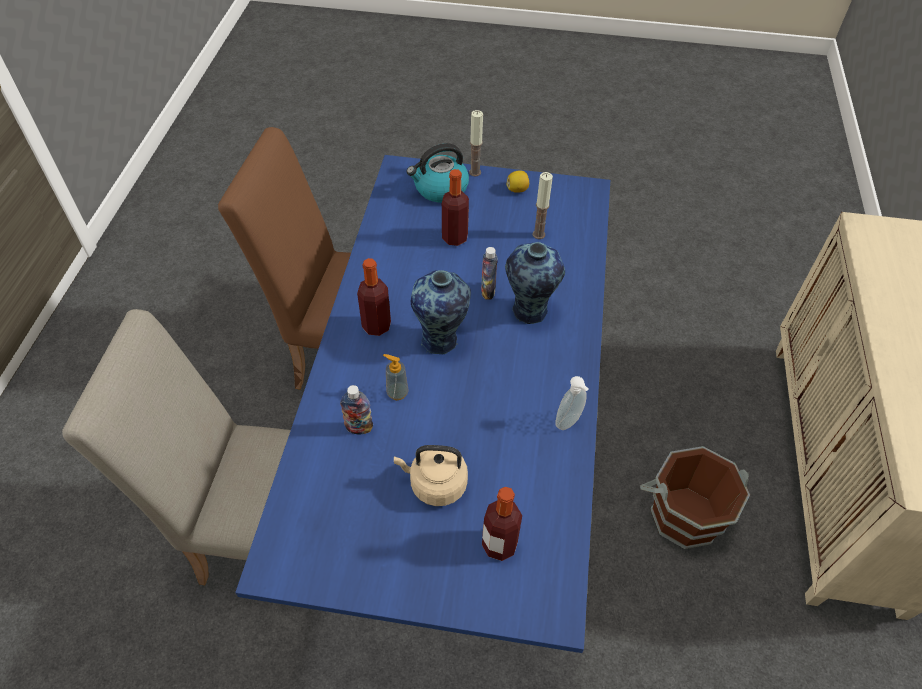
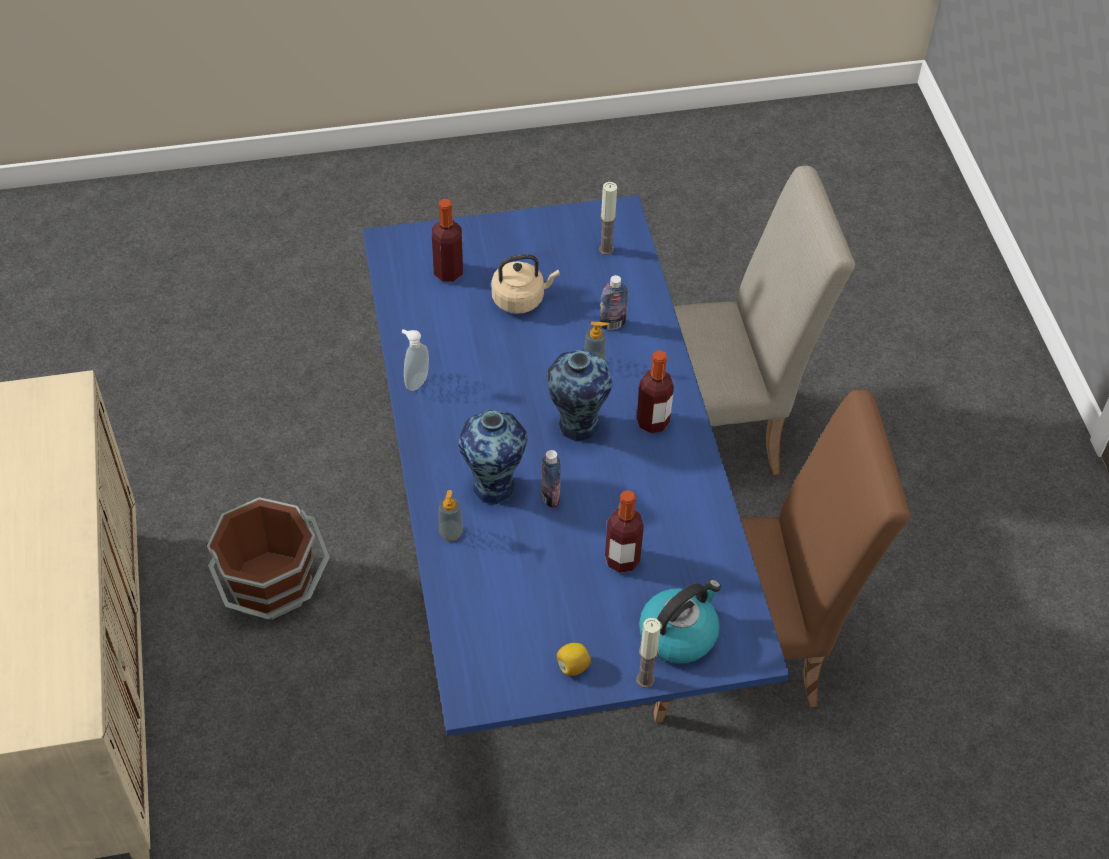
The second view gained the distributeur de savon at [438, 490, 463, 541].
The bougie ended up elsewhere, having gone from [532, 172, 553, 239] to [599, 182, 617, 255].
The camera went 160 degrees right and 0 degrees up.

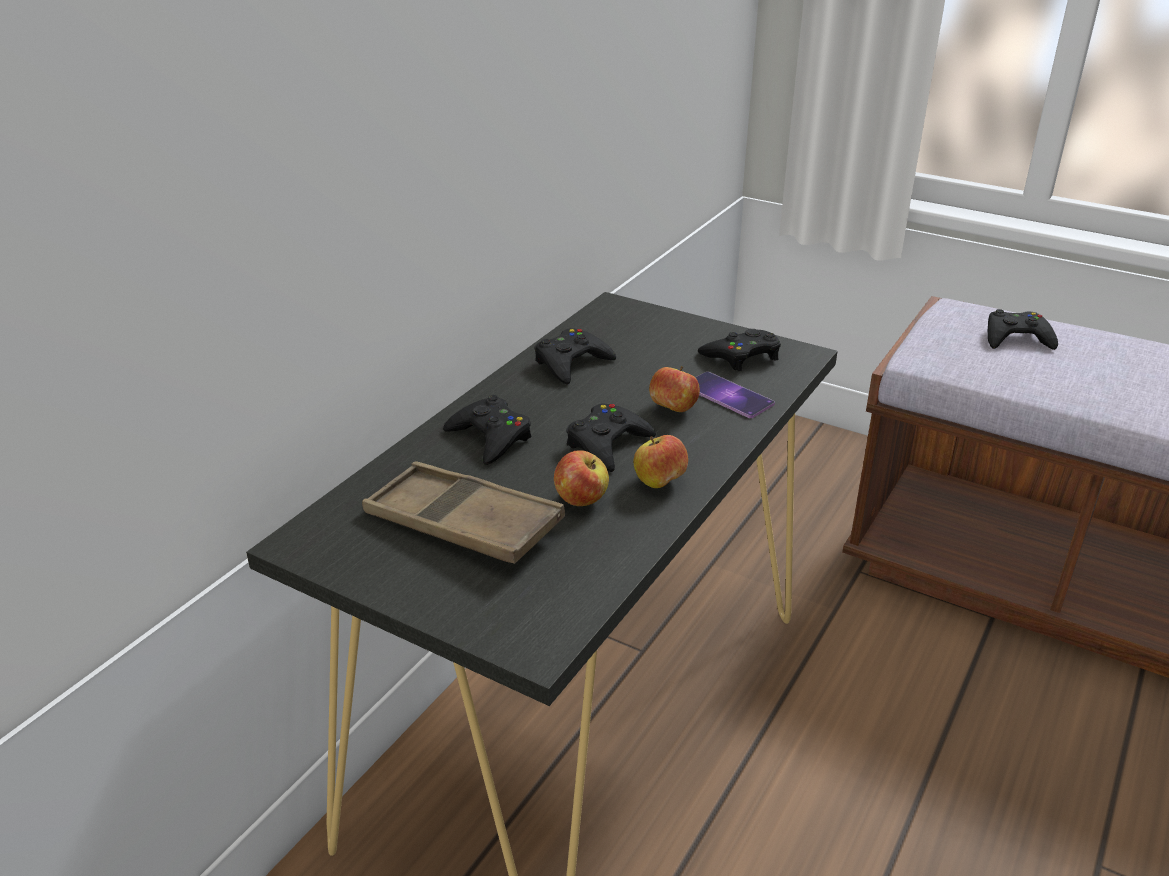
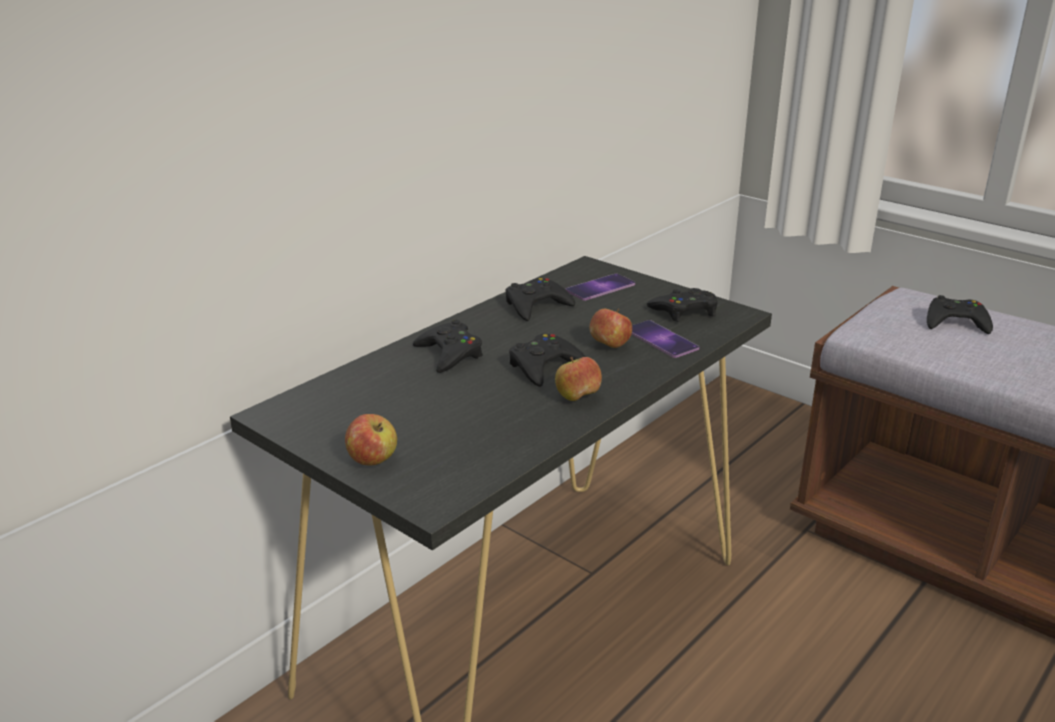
The pomme ended up elsewhere, having gone from [554, 450, 609, 506] to [345, 414, 397, 466].
The second view gained the téléphone at [566, 273, 635, 301].
The second view lost the plateau (marron) at [362, 461, 565, 564].
The camera went 10 degrees right and 5 degrees down.

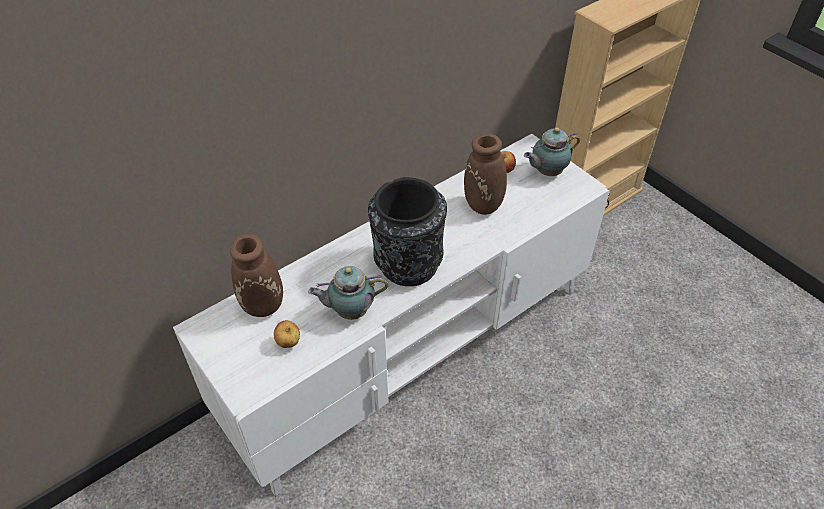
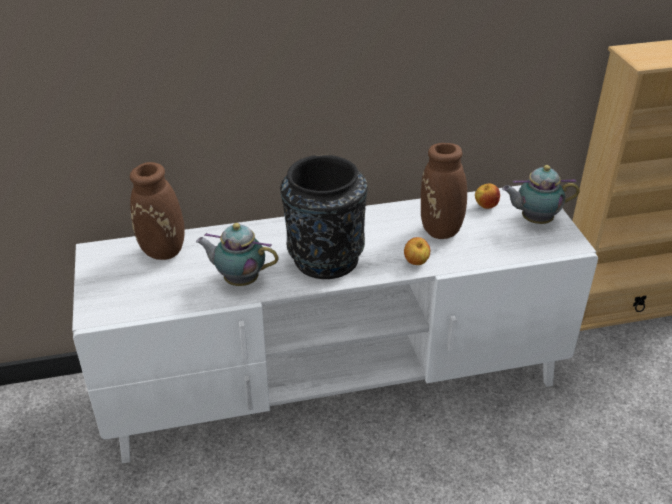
The pomme ended up elsewhere, having gone from [274, 320, 300, 348] to [404, 237, 430, 265].
The camera went 25 degrees right and 10 degrees down.

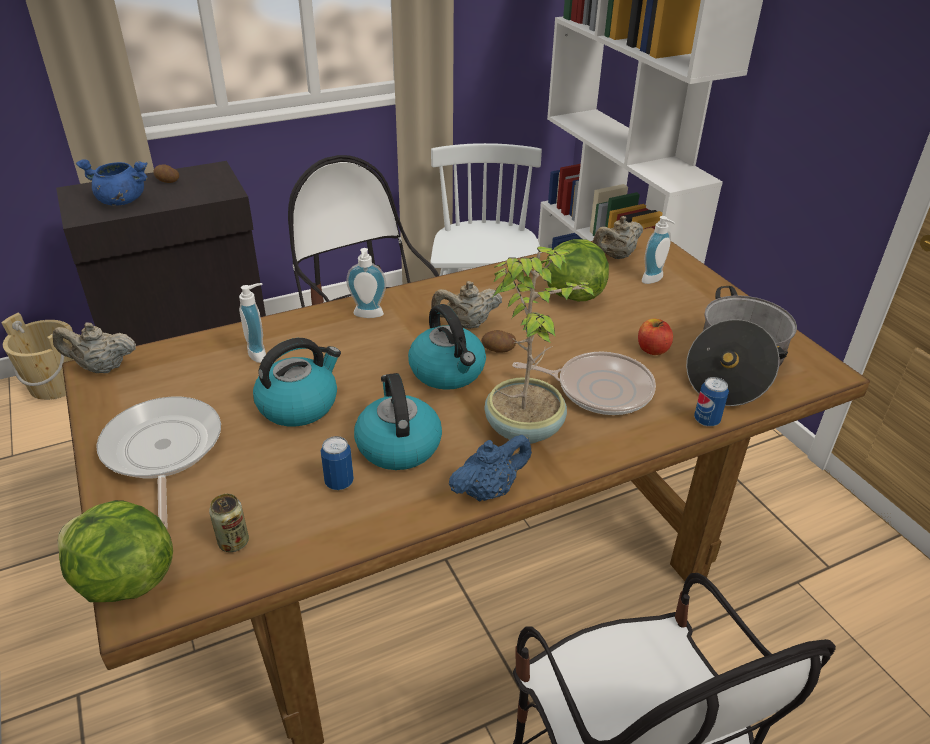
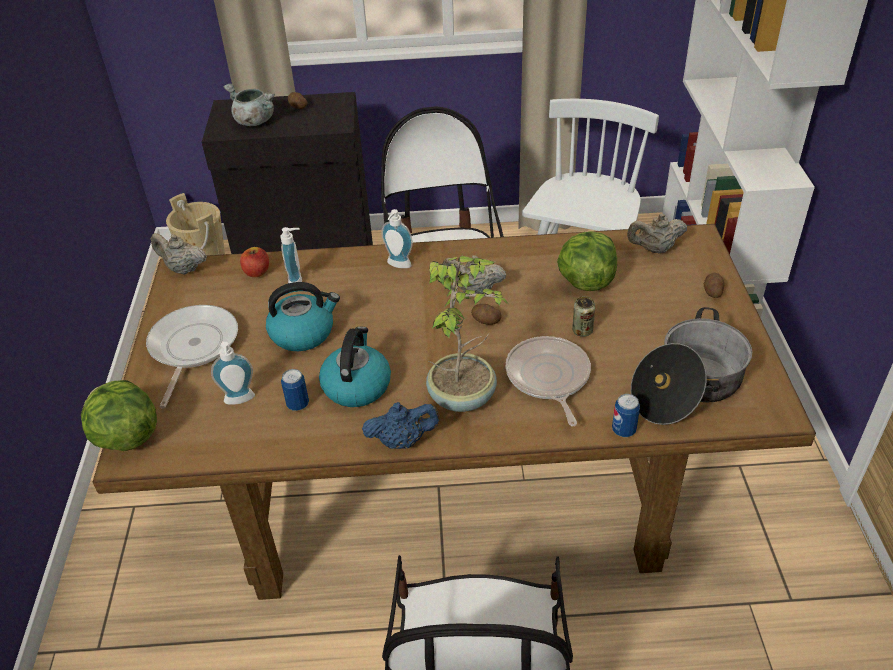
The distributeur de savon ended up elsewhere, having gone from [642, 216, 675, 284] to [211, 342, 255, 405].
What was the marmite (bleu) at [76, 159, 148, 206] turned into the marmite (gris) at [224, 83, 275, 126].
The pomme ended up elsewhere, having gone from [638, 319, 673, 355] to [240, 247, 269, 277].
The poêle at [512, 352, 656, 415] ended up facing another way, 135 degrees counterclockwise from before.
The boîte métallique ended up elsewhere, having gone from [209, 494, 249, 552] to [572, 296, 595, 337].
The second view gained the pomme de terre at [704, 273, 725, 298].
The second view lost the bouilloire at [408, 304, 486, 390].
The camera went 25 degrees right and 5 degrees up.

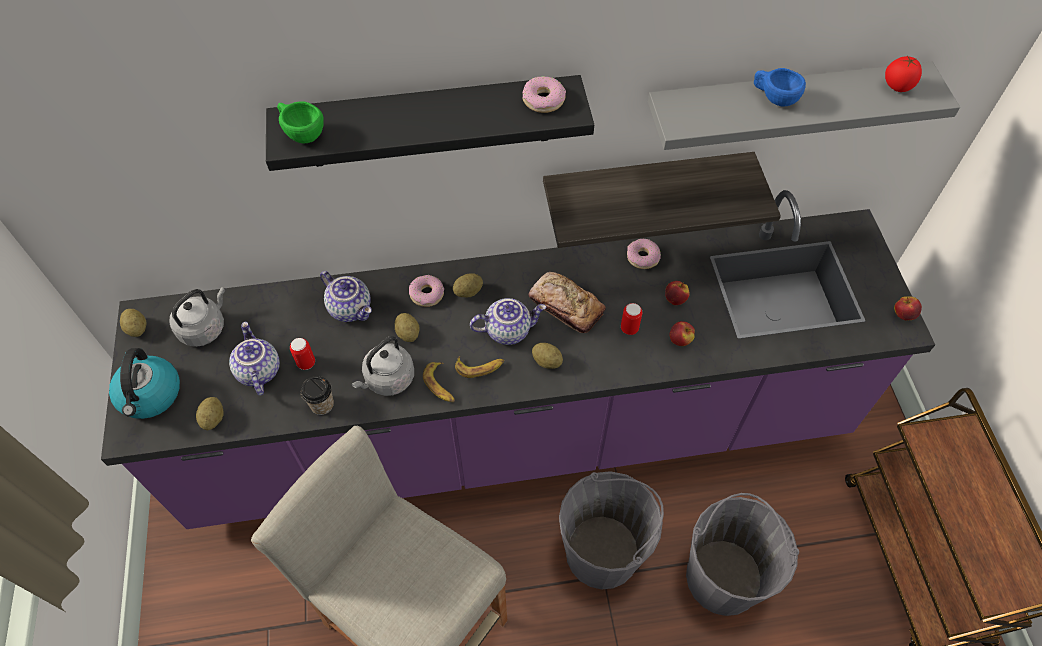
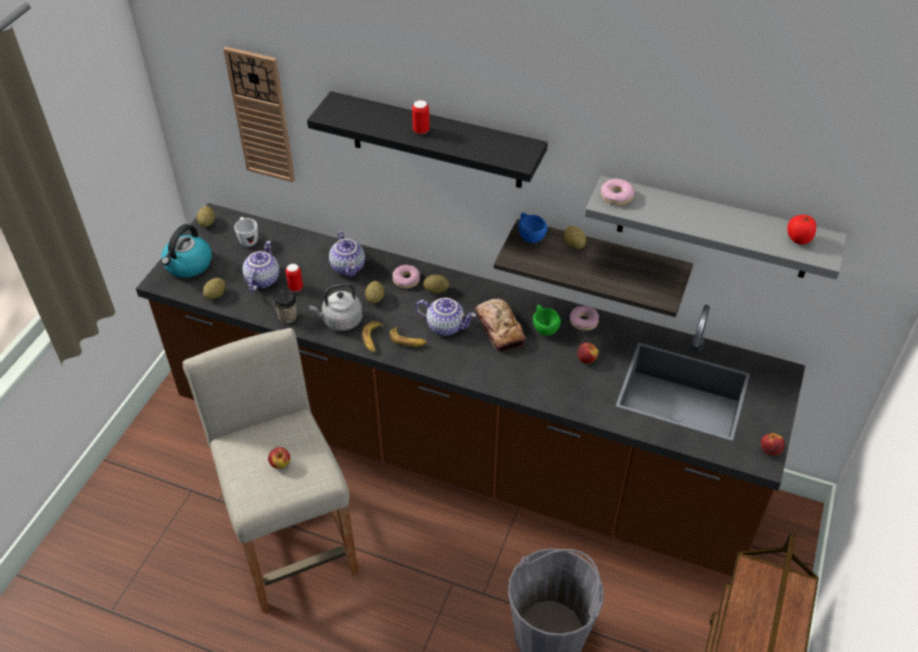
What was the comptoir de cuisine (violet) at [101, 190, 935, 529] turned into the comptoir de cuisine (marron) at [136, 203, 805, 576].
The second view gained the horloge murale at [223, 47, 295, 182].
Where the bouilloire (gris) stood at [169, 287, 225, 347], the mug (blanc) came to stand at [234, 217, 258, 247].
The pomme ended up elsewhere, having gone from [669, 321, 695, 346] to [268, 447, 290, 469].
The boîte métallique ended up elsewhere, having gone from [621, 303, 642, 335] to [412, 100, 430, 134].
The tasse (bleu) ended up elsewhere, having gone from [754, 68, 806, 107] to [518, 212, 548, 243].
The tasse (vert) ended up elsewhere, having gone from [277, 101, 324, 143] to [533, 304, 561, 336].
The pomme de terre ended up elsewhere, having gone from [532, 343, 563, 369] to [564, 226, 586, 249].
The beignet ended up elsewhere, having gone from [523, 76, 566, 113] to [601, 179, 634, 205].
The second view lost the seau (gris) at [559, 471, 664, 589].
The camera went 30 degrees right and 10 degrees down.

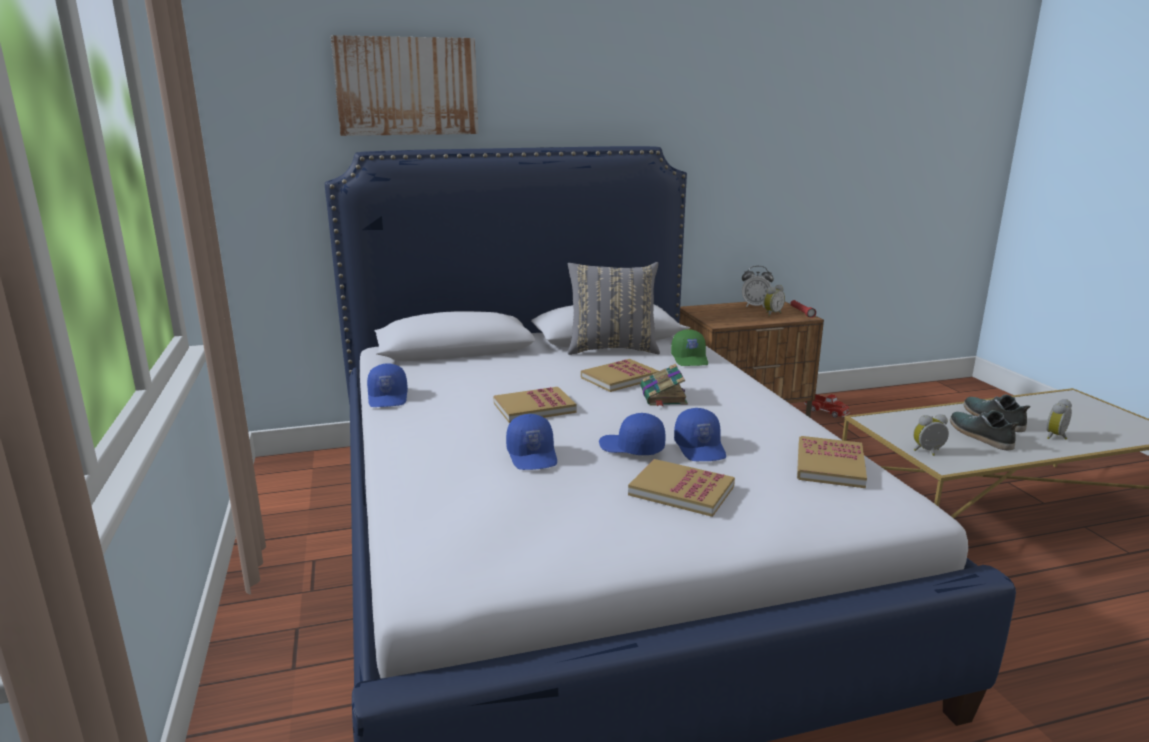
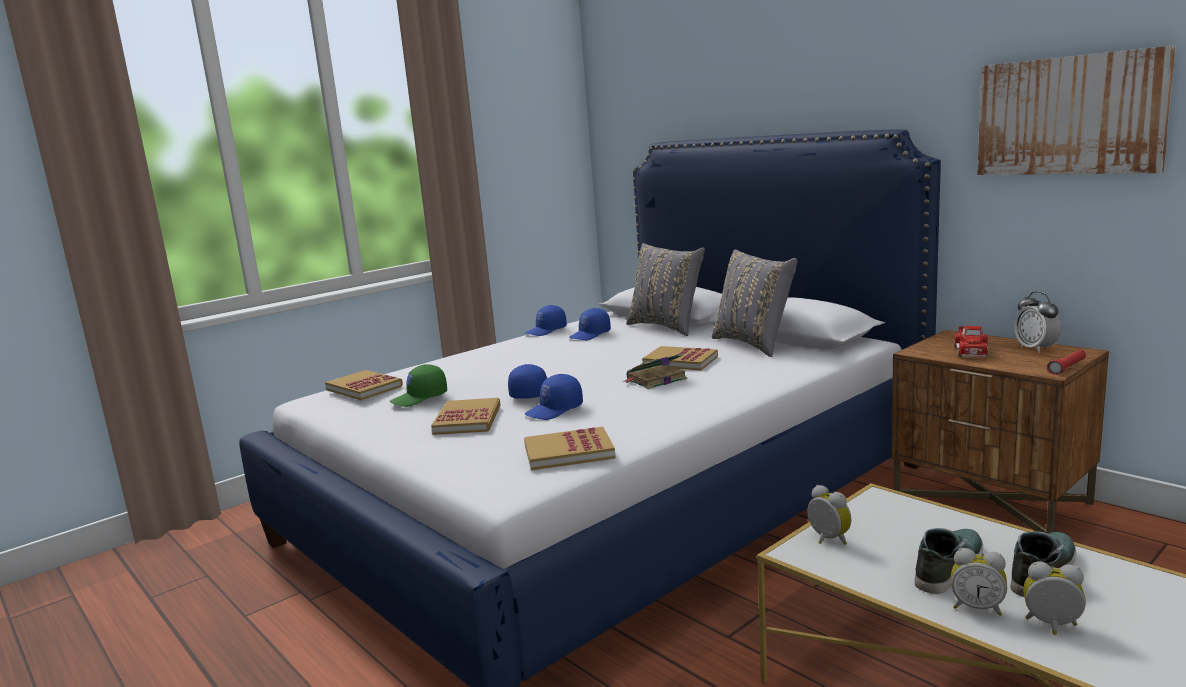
The livre ended up elsewhere, having gone from [493, 387, 576, 423] to [325, 370, 403, 400].
The casquette (vert) ended up elsewhere, having gone from [671, 329, 708, 366] to [390, 364, 447, 407].
The casquette (bleu) ended up elsewhere, having gone from [506, 414, 557, 470] to [569, 308, 611, 340].
The second view gained the coussin (gris) at [626, 243, 705, 336].
The réveil ended up elsewhere, having gone from [764, 285, 785, 316] to [951, 548, 1007, 616].
The camion jouet ended up elsewhere, having gone from [804, 394, 850, 418] to [954, 326, 988, 357].
The tableau ended up elsewhere, having gone from [331, 35, 478, 136] to [977, 46, 1176, 175].
The camera went 65 degrees right and 5 degrees down.

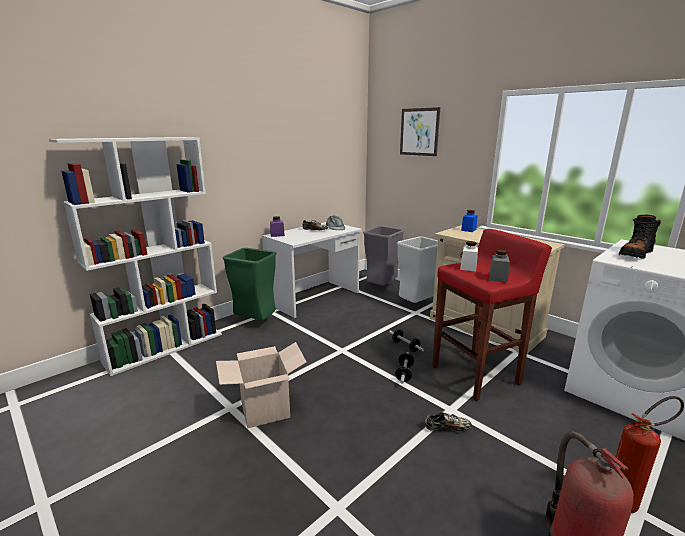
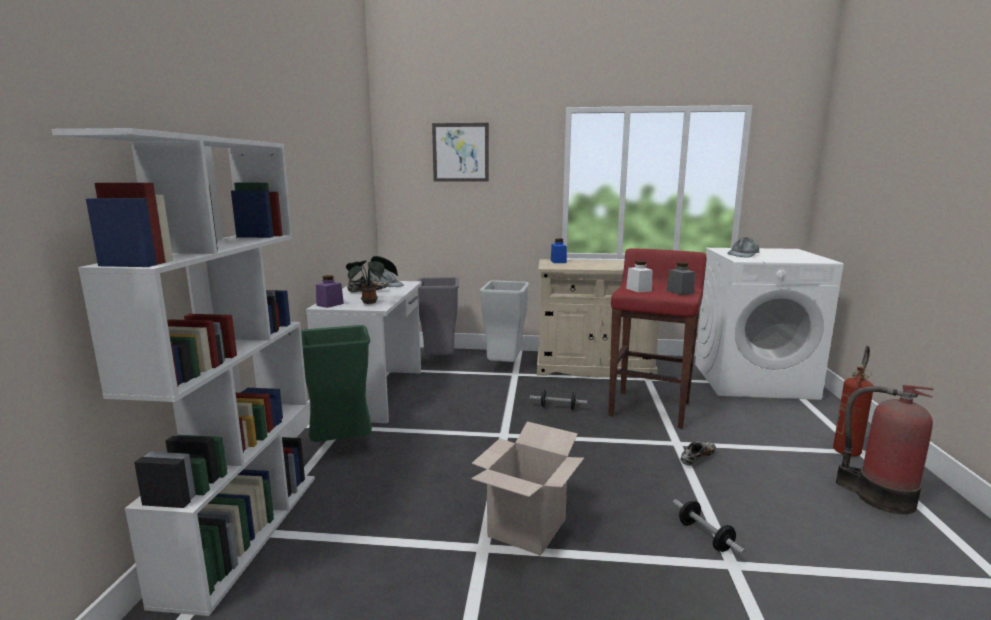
The second view gained the plante en pot at [346, 256, 399, 304].
The haltère ended up elsewhere, having gone from [395, 352, 414, 384] to [673, 499, 745, 555].
Where the botte (noir) stood at [619, 215, 661, 259], the casquette (gris) came to stand at [728, 237, 760, 258].
The camera went 40 degrees left and 5 degrees down.

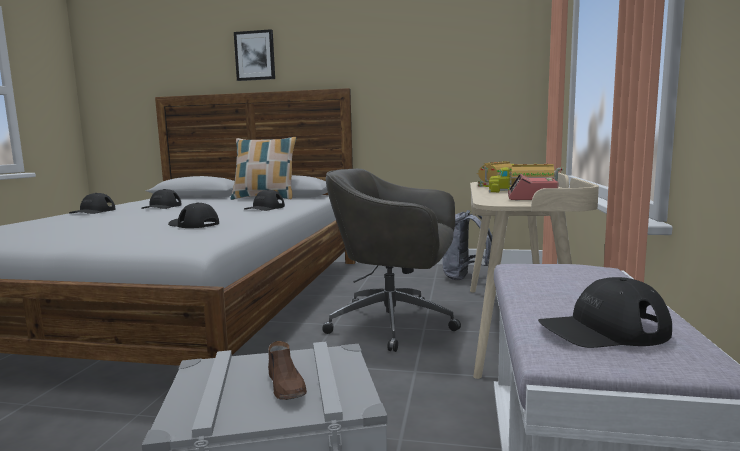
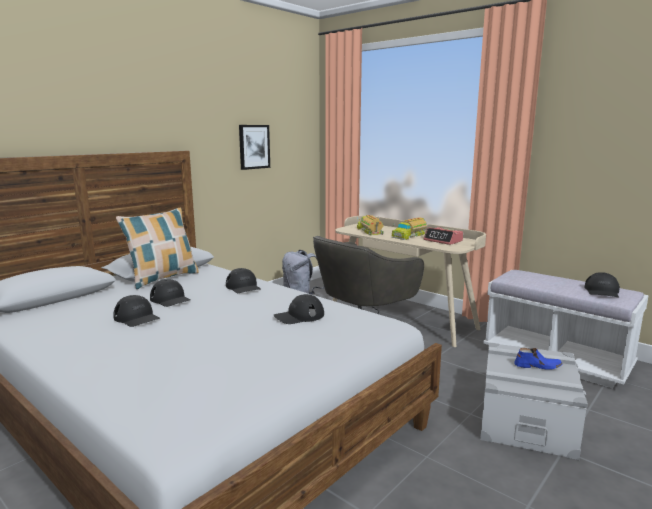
The casquette (noir) ended up elsewhere, having gone from [69, 193, 115, 214] to [150, 279, 191, 307].
The tableau ended up elsewhere, having gone from [234, 29, 275, 81] to [239, 125, 270, 170].
What was the chaussure (marron) at [268, 341, 307, 400] turned into the chaussure (bleu) at [514, 348, 562, 370].
The camera went 60 degrees left and 5 degrees up.

